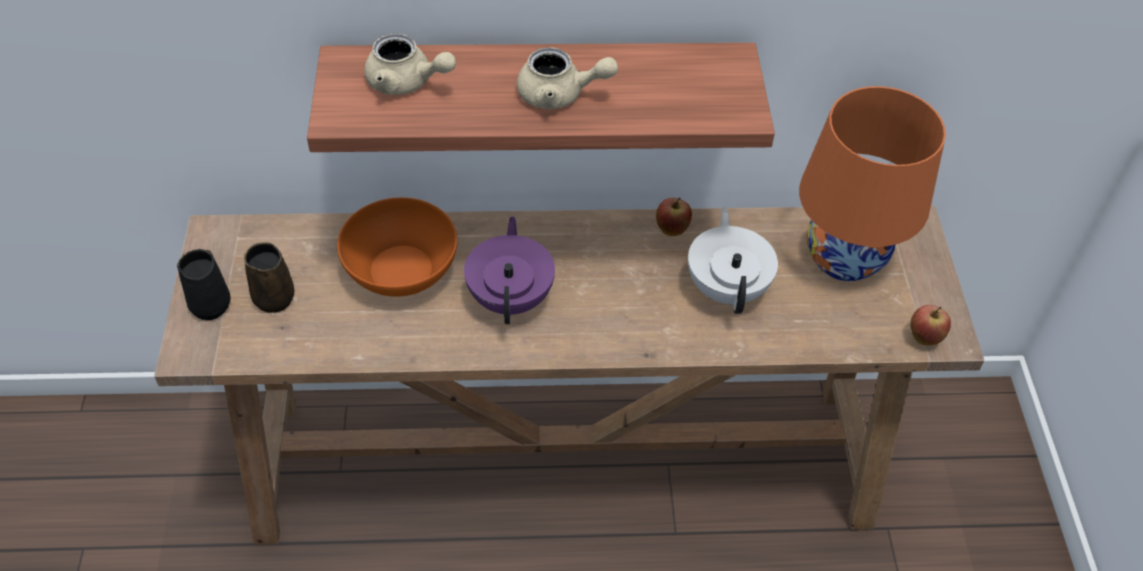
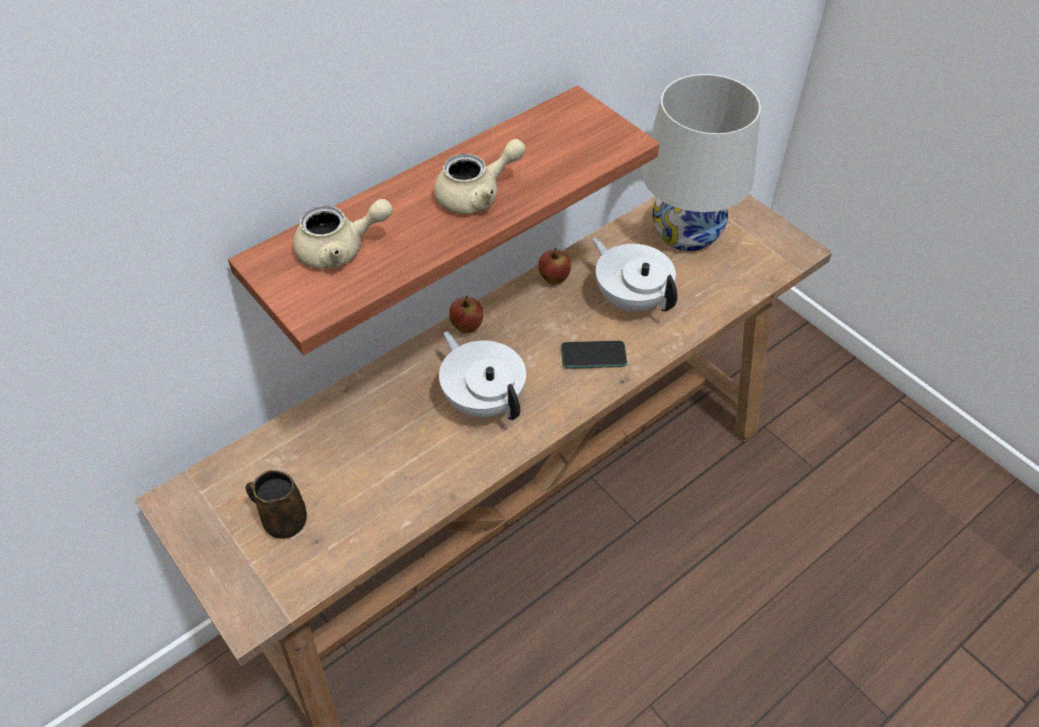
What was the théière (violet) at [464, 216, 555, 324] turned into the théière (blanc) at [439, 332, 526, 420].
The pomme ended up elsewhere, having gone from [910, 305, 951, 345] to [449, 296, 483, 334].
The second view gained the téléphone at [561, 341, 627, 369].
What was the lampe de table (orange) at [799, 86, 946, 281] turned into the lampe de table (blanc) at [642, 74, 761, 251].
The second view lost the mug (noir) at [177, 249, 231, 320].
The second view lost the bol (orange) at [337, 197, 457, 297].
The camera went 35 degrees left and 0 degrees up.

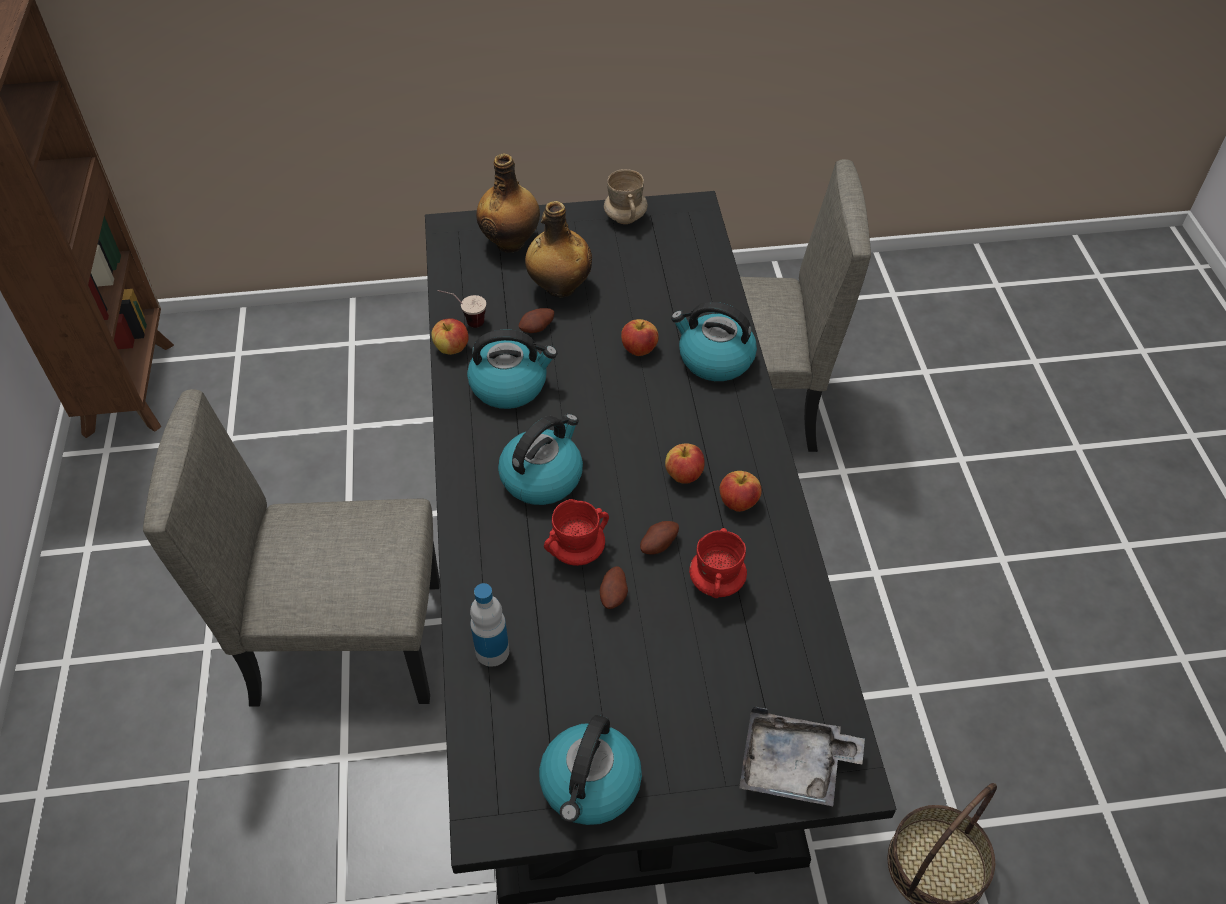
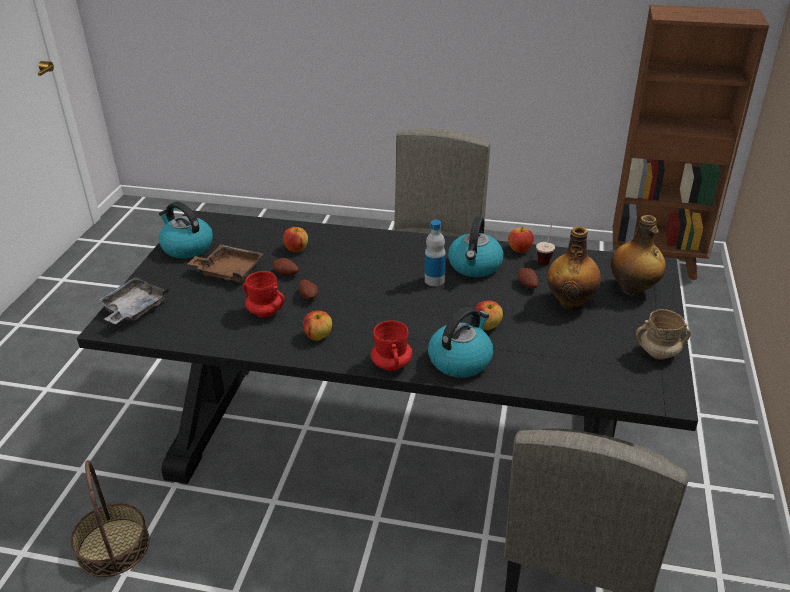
The second view gained the plateau (marron) at [187, 244, 264, 282].
The pomme ended up elsewhere, having gone from [665, 443, 705, 484] to [283, 227, 308, 252].
The mug (rouge) ended up elsewhere, having gone from [544, 499, 609, 566] to [371, 320, 412, 371].
The bouteille ended up elsewhere, having gone from [470, 583, 509, 667] to [425, 220, 446, 286].
The second view lost the bouilloire at [498, 414, 583, 505].
The camera went 110 degrees right and 15 degrees down.

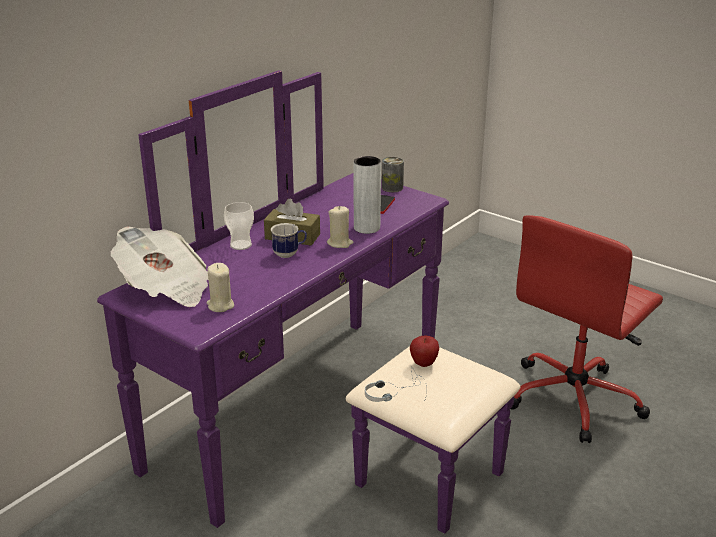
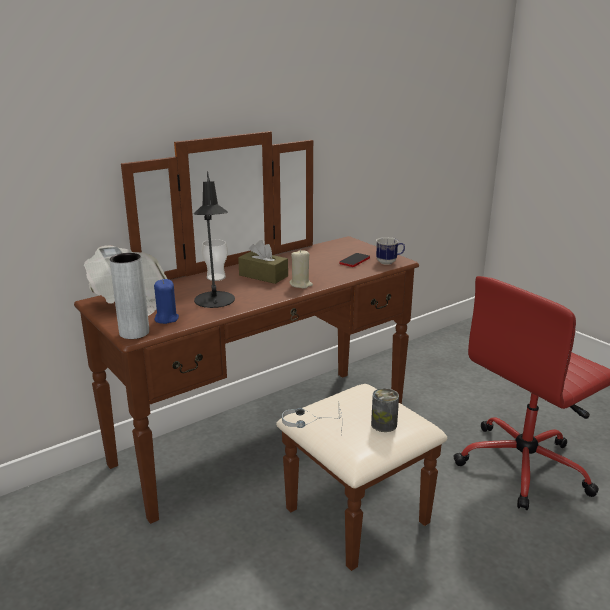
What was the commode (violet) at [97, 70, 520, 534] turned into the commode (marron) at [74, 131, 448, 571].
The vase (gris) ended up elsewhere, having gone from [354, 156, 381, 234] to [110, 253, 149, 339].
What was the bougie (beige) at [206, 263, 234, 312] turned into the bougie (bleu) at [154, 279, 179, 324].
The second view gained the lampe de table (noir) at [193, 171, 235, 308].
The boîte métallique ended up elsewhere, having gone from [381, 157, 404, 192] to [371, 388, 399, 432].
The mug ended up elsewhere, having gone from [271, 223, 307, 258] to [376, 237, 405, 265].
The second view lost the pomme at [410, 336, 439, 367].
The camera went 15 degrees right and 5 degrees down.

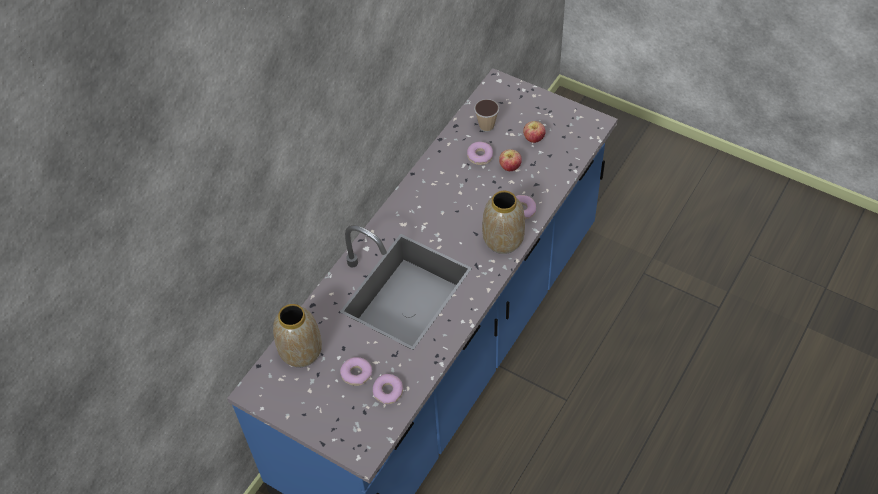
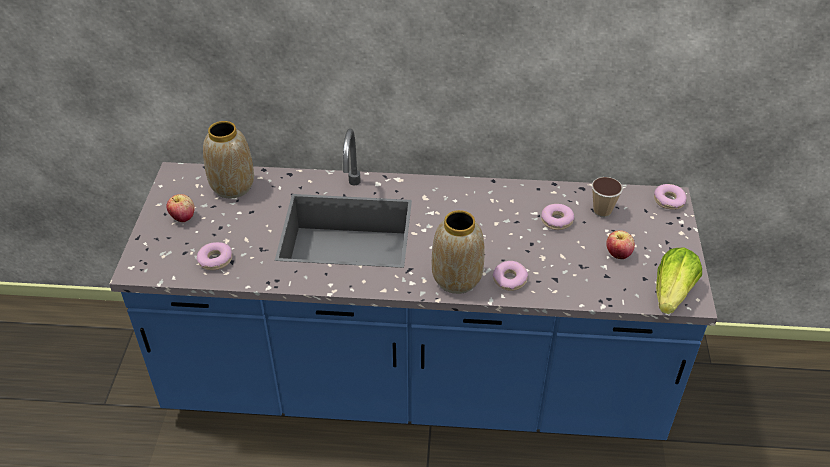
The pomme ended up elsewhere, having gone from [499, 149, 522, 171] to [166, 194, 195, 222].
The beignet ended up elsewhere, having gone from [340, 357, 372, 386] to [654, 184, 687, 210].
The second view gained the laitue at [656, 247, 702, 314].
The camera went 60 degrees right and 10 degrees down.

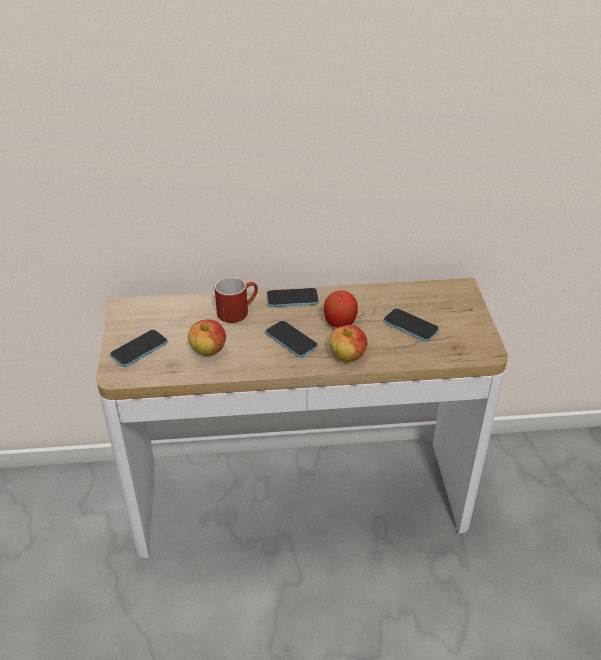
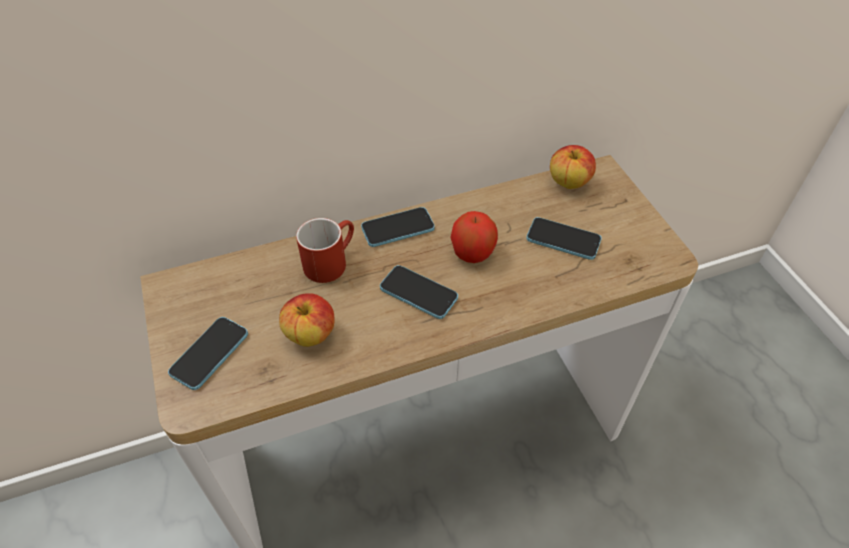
The pomme ended up elsewhere, having gone from [329, 325, 367, 362] to [550, 145, 596, 189].
The camera went 15 degrees left and 10 degrees up.

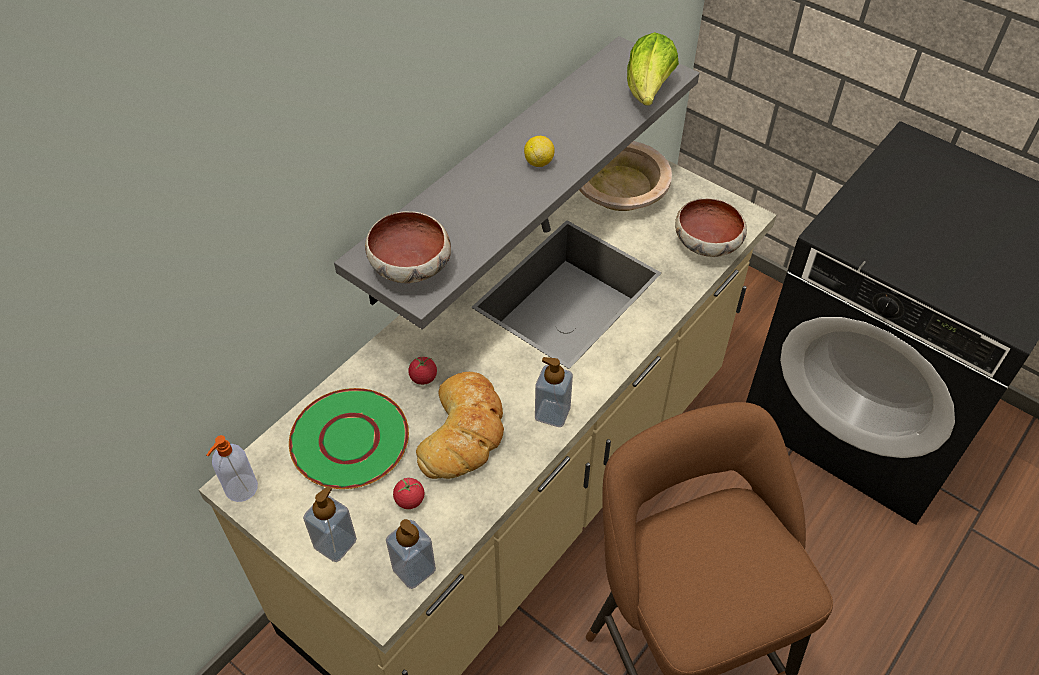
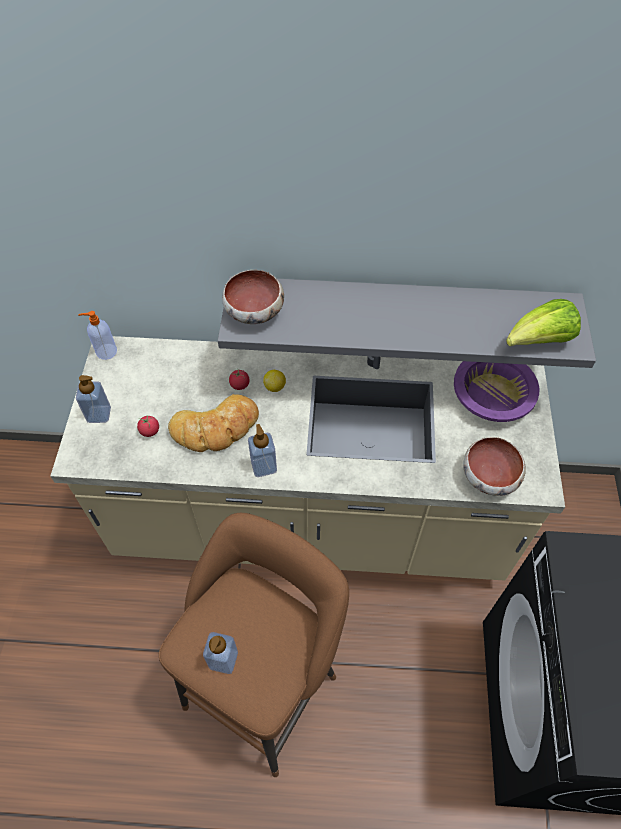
The distributeur de savon ended up elsewhere, having gone from [386, 519, 436, 589] to [203, 632, 238, 674].
The citron ended up elsewhere, having gone from [524, 136, 555, 167] to [263, 370, 286, 392].
What was the bol (beige) at [579, 141, 672, 211] turned into the bol (violet) at [454, 361, 539, 422].
The second view lost the assiette (vert) at [289, 388, 409, 489].
The camera went 55 degrees right and 5 degrees up.

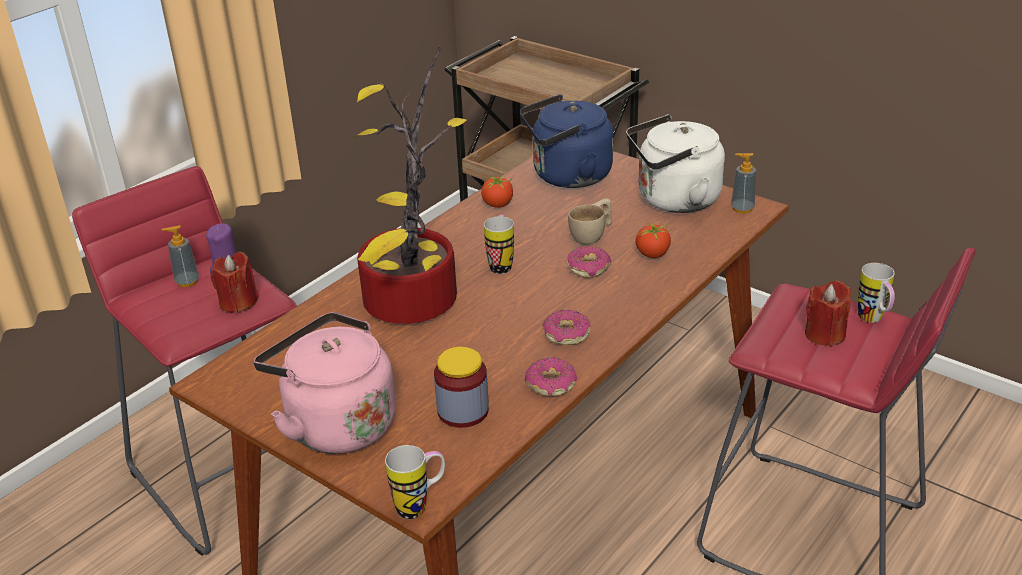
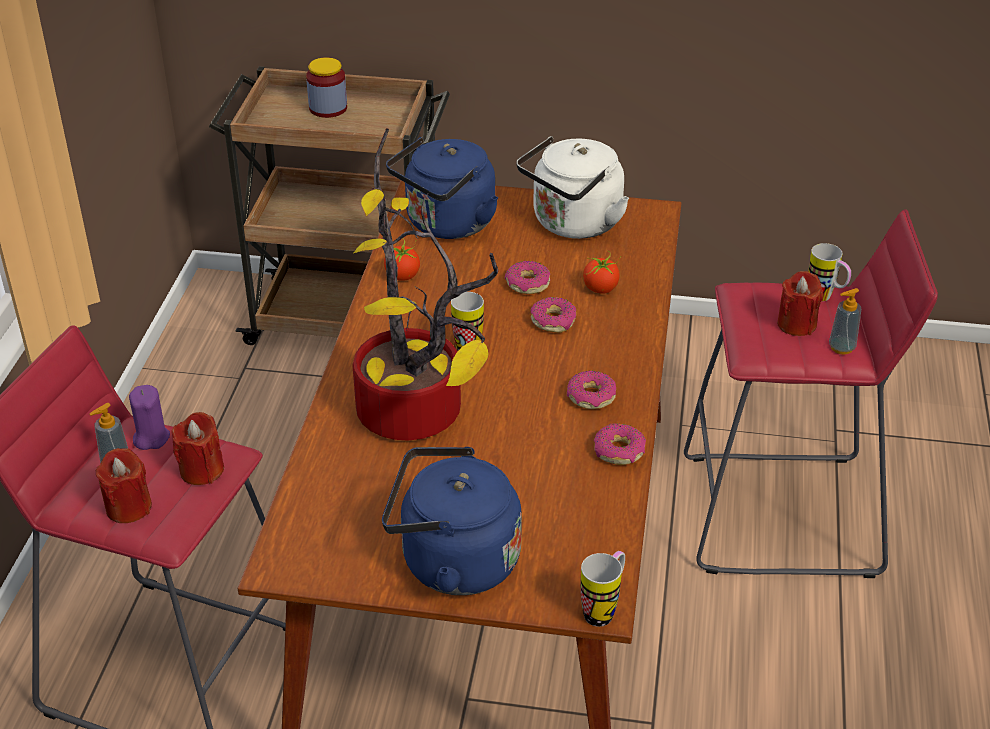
The second view gained the bougie (rouge) at [96, 448, 152, 523].
The bocal ended up elsewhere, having gone from [434, 347, 489, 428] to [306, 57, 347, 118].
What was the bouilloire (rose) at [254, 312, 396, 454] turned into the bouilloire (bleu) at [382, 447, 522, 595].
Where the tasse (beige) stood at [568, 198, 612, 245], the beignet came to stand at [505, 261, 550, 294].
The distributeur de savon ended up elsewhere, having gone from [731, 153, 756, 214] to [829, 288, 861, 355].
The camera went 30 degrees left and 5 degrees up.

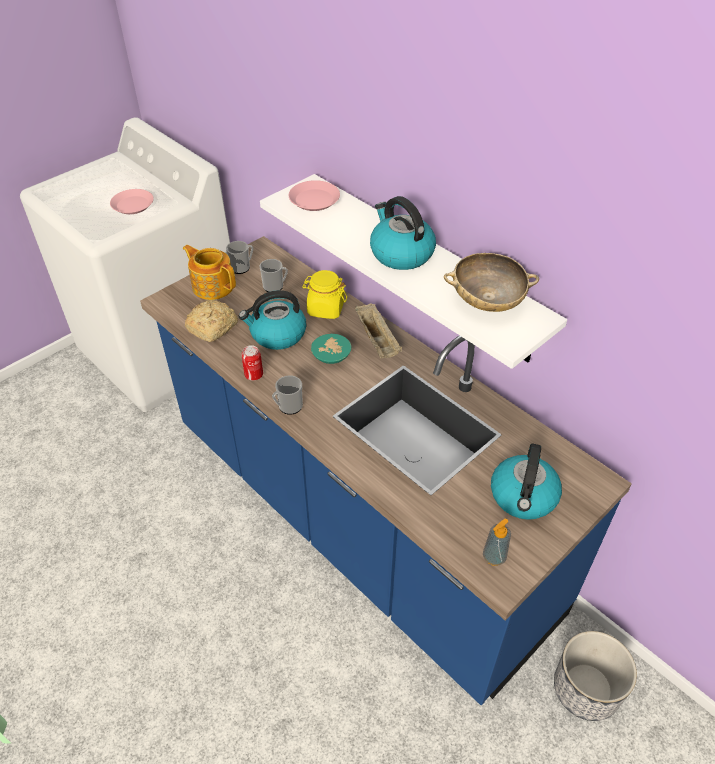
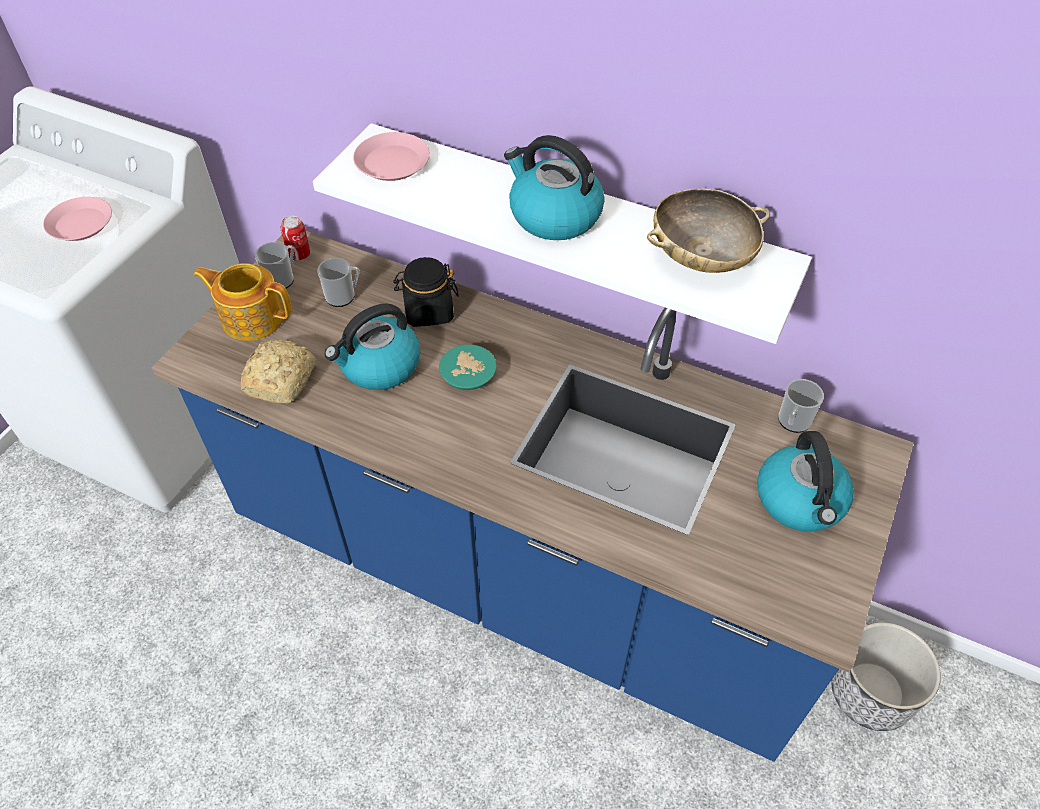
The boîte métallique ended up elsewhere, having gone from [241, 345, 263, 381] to [280, 216, 310, 261].
What was the bocal (jaune) at [302, 270, 347, 319] turned into the bocal (noir) at [393, 257, 459, 327].
The mug ended up elsewhere, having gone from [272, 375, 303, 415] to [778, 379, 824, 433].
The second view lost the plateau (beige) at [355, 303, 402, 358].
The second view lost the distributeur de savon at [483, 519, 511, 566].
The camera went 20 degrees left and 5 degrees up.

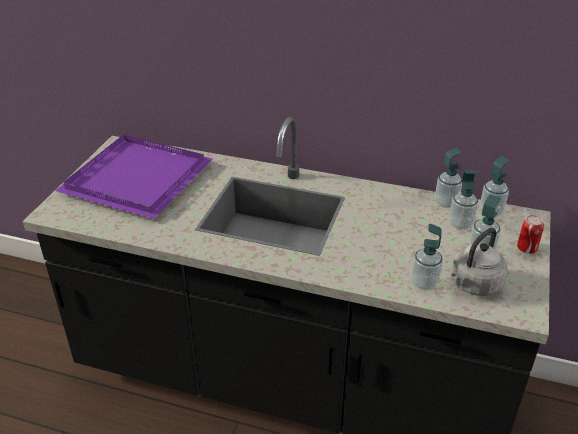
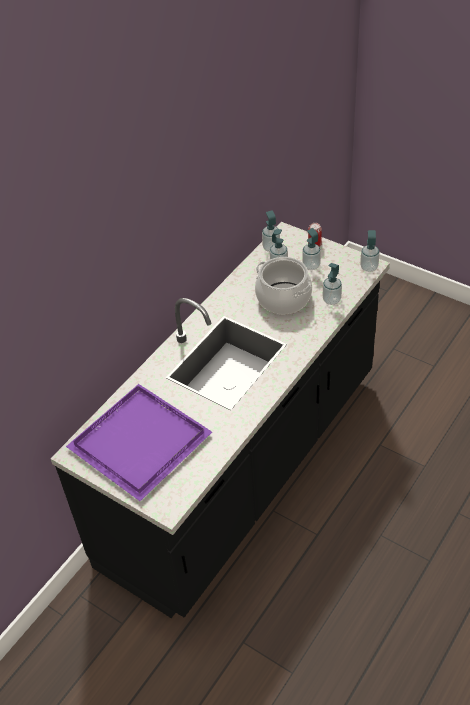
The second view gained the marmite at [255, 257, 312, 314].
The distributeur de savon ended up elsewhere, having gone from [435, 148, 462, 208] to [360, 230, 380, 272].
The second view lost the bouilloire (gris) at [451, 228, 508, 296].
The camera went 70 degrees left and 10 degrees up.

